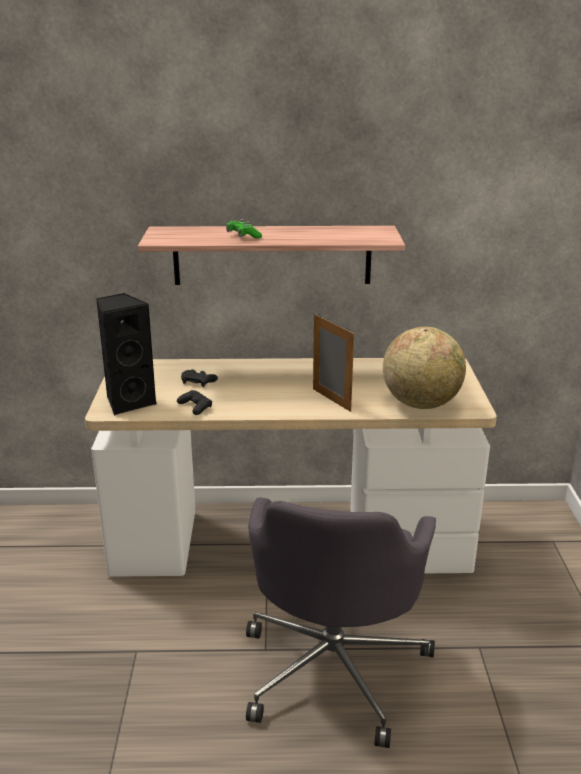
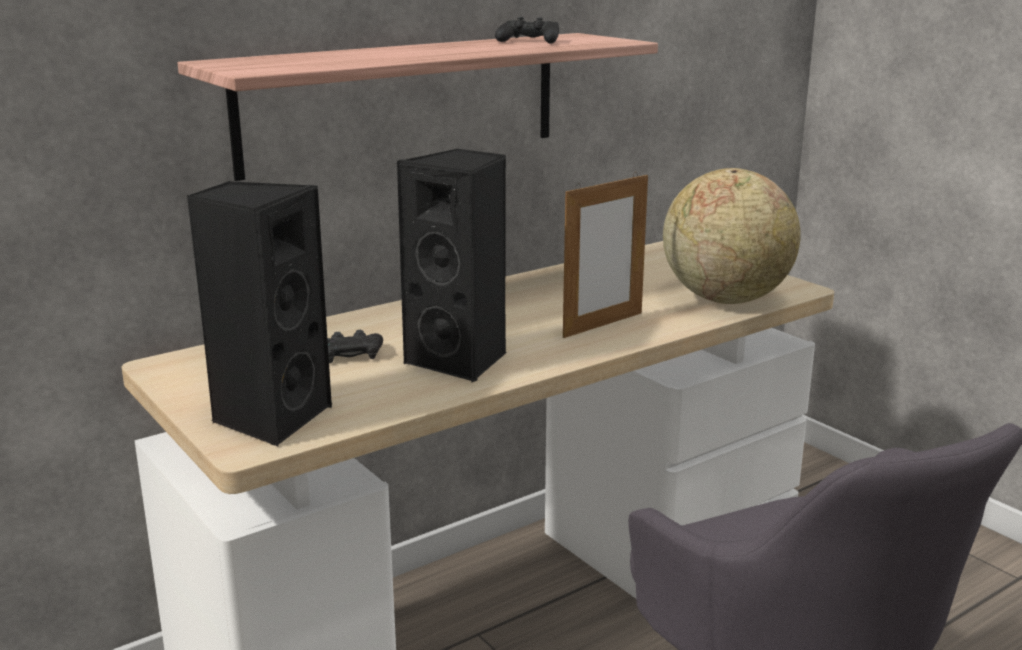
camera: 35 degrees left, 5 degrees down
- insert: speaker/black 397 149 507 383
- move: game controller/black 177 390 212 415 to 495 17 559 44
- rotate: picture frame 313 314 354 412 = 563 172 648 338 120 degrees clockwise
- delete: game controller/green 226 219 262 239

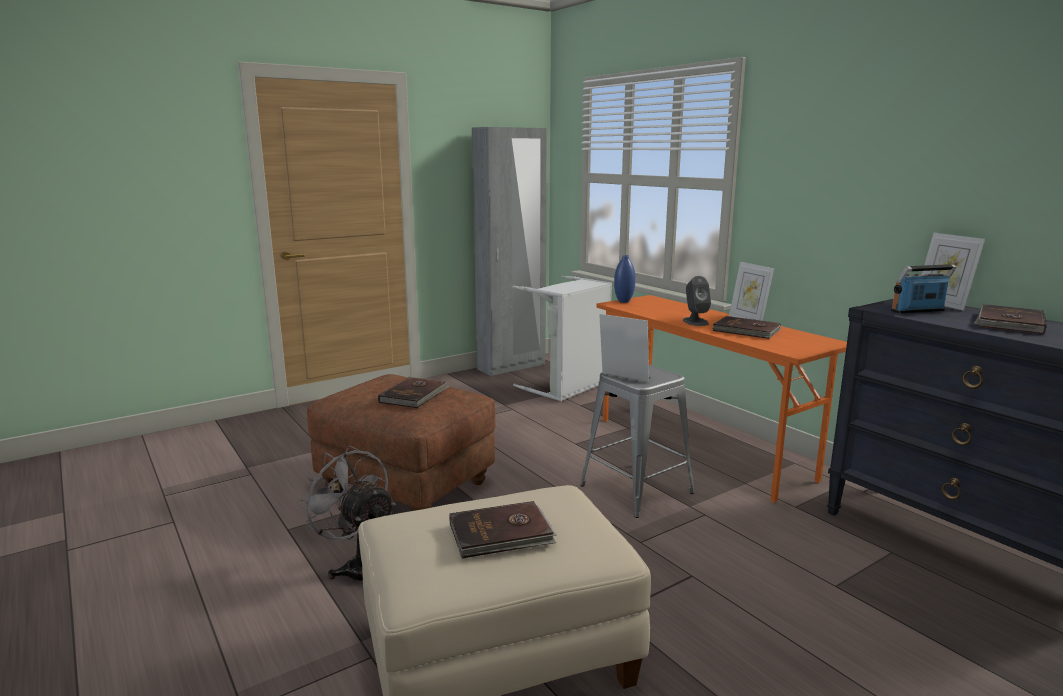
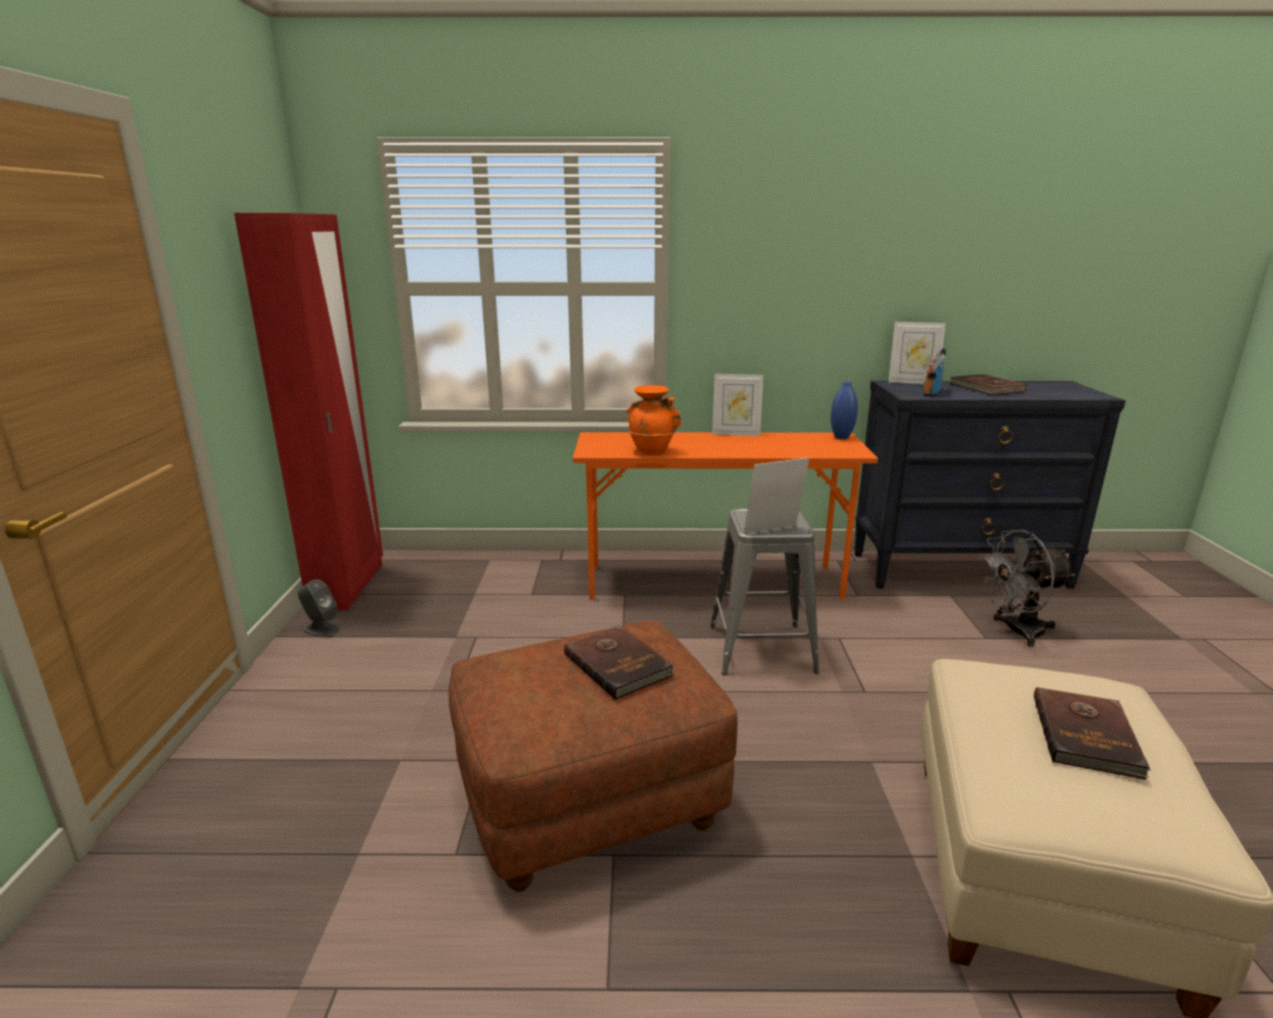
camera: 55 degrees left, 5 degrees up
- recolor: wardrobe/grey 472 127 547 376 to wardrobe/red 234 213 383 610
- move: speaker/grey 683 276 711 326 to 298 579 339 637
- insert: vase/orange 627 385 682 455
- move: vase/blue 614 255 636 303 to 831 381 858 439
- move: fan/grey 297 445 396 581 to 980 530 1075 647
- delete: laundry basket/grey 512 276 612 402
- delete: book/brown 712 316 781 339

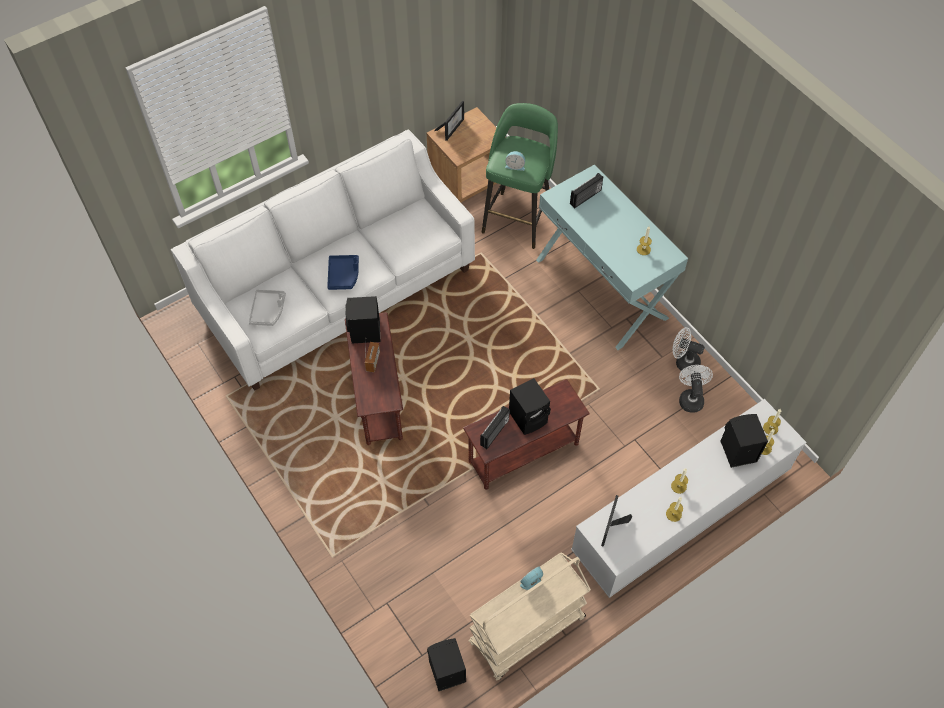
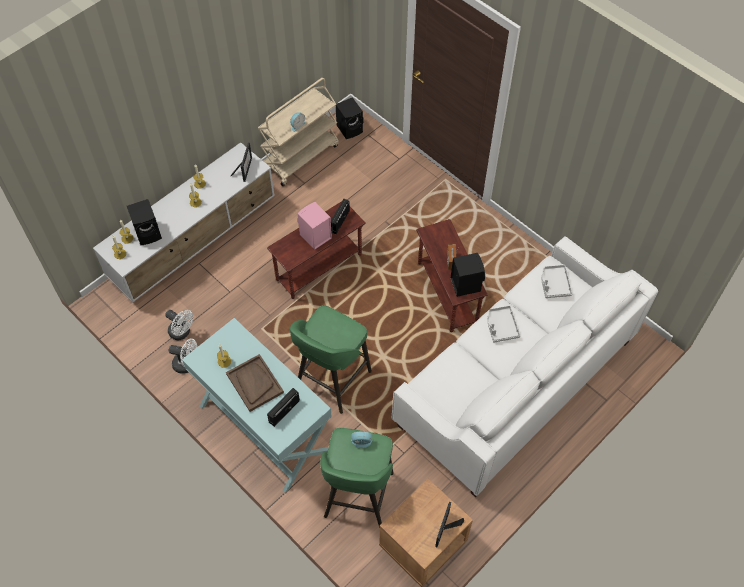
camera: 170 degrees right, 0 degrees up
- rotate: fan/white 679 365 713 413 = 165 310 194 340 45 degrees counterclockwise
- insert: tray/brown 226 354 284 412
- insert: stool/green 290 305 372 414
- recolor: speaker/black 509 378 551 435 to speaker/pink 297 202 332 250
- recolor: tray/blue 327 255 359 290 to tray/grey 488 305 520 342

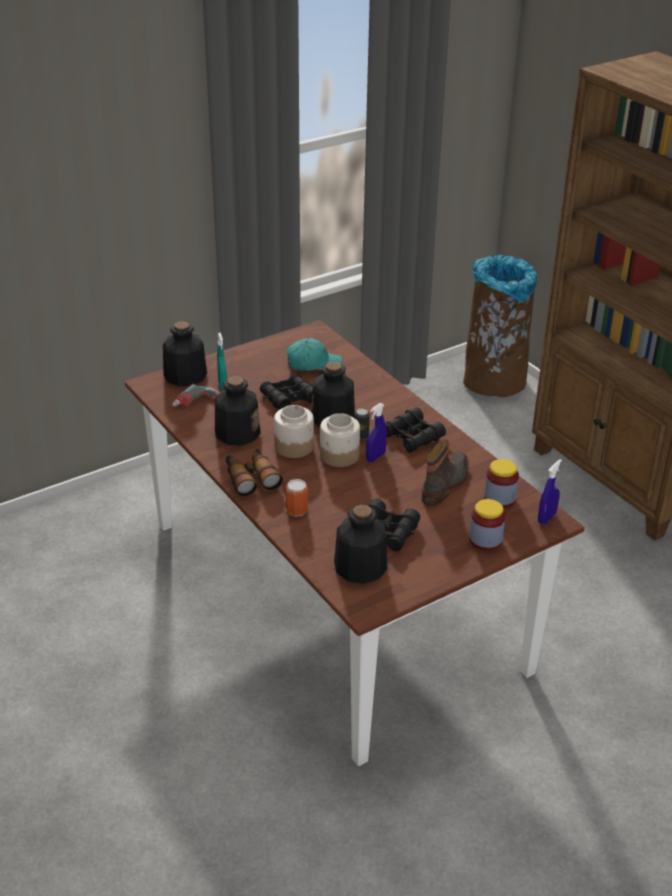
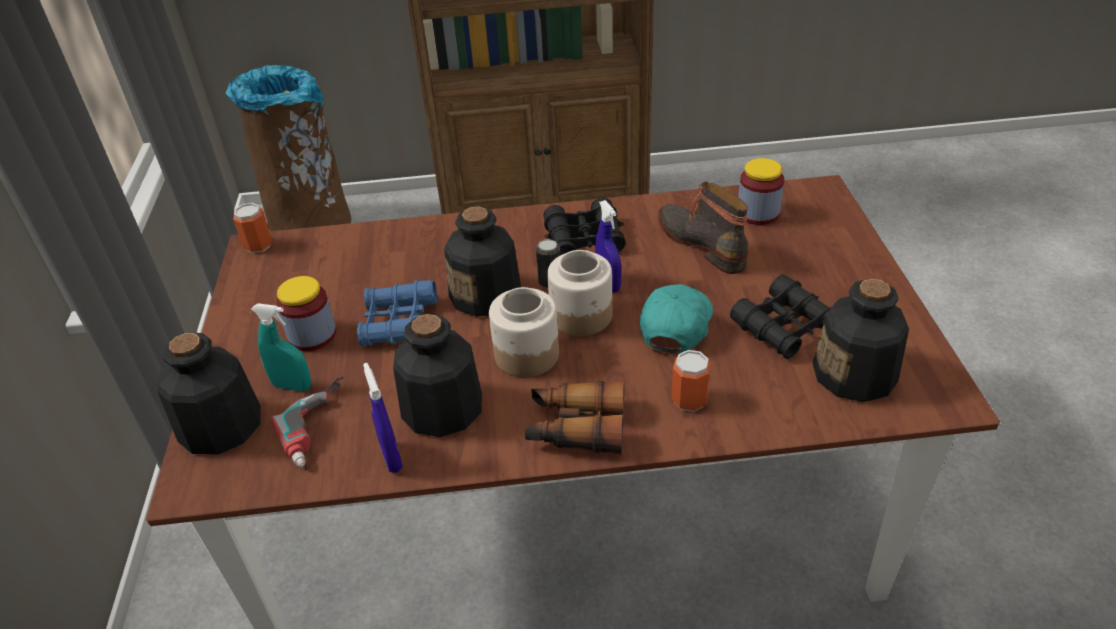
camera: 60 degrees left, 5 degrees up
- insert: can 233 203 272 253
- move: jar 469 499 505 551 to 276 276 336 351
- recolor: binoculars/black 260 373 313 410 to binoculars/blue 357 280 437 346
- move: spray bottle/blue 538 459 562 524 to 363 363 403 473
- move: cap/turquoise 287 338 342 371 to 640 284 713 353

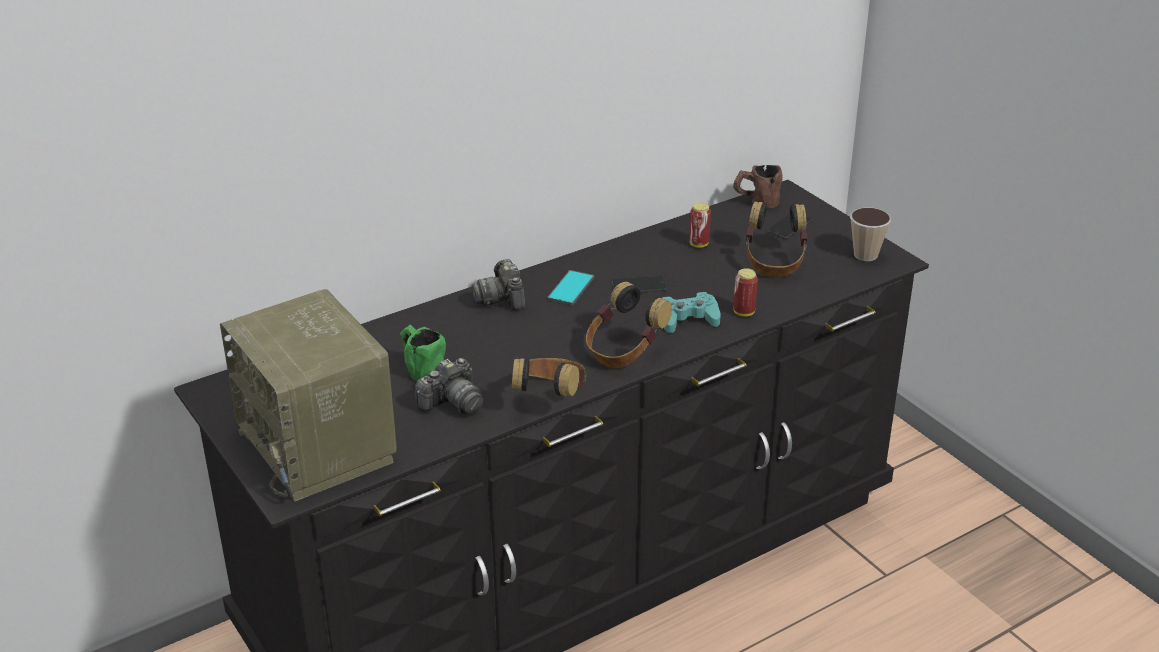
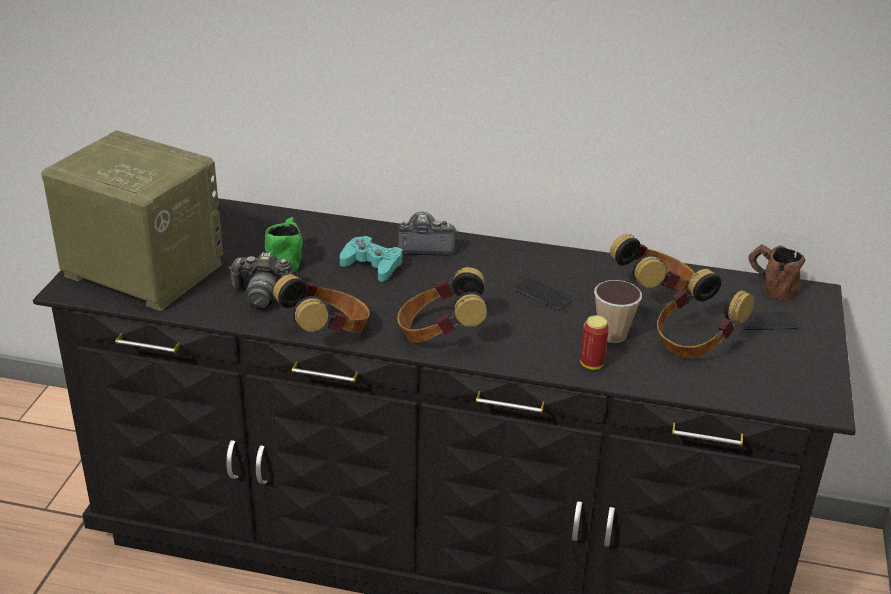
camera: 45 degrees right, 0 degrees up
- rotate: radio 220 289 397 502 = 41 130 223 311 105 degrees clockwise
- move: game controller/turquoise 662 292 721 333 to 340 236 403 282
- rotate: photo camera 472 259 526 311 = 398 212 458 256 60 degrees clockwise
- move: cup 850 207 891 261 to 594 280 642 343
- replace: can 689 202 711 248 to headphones 610 234 695 293
- delete: phone 547 270 594 306

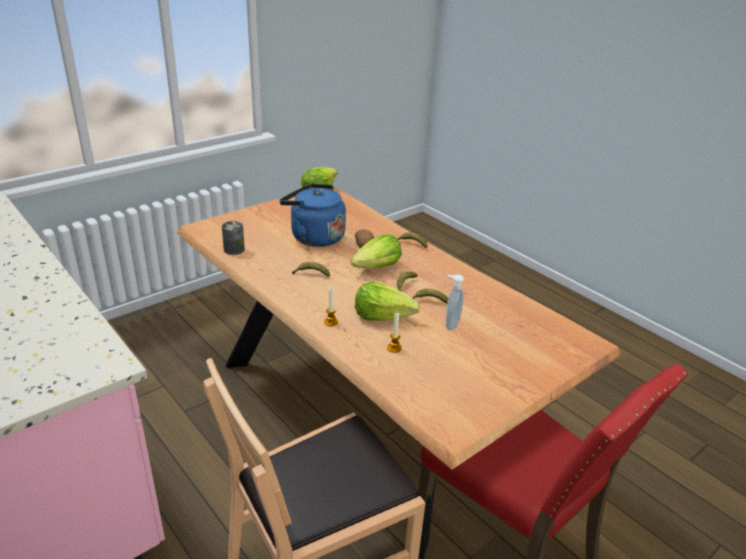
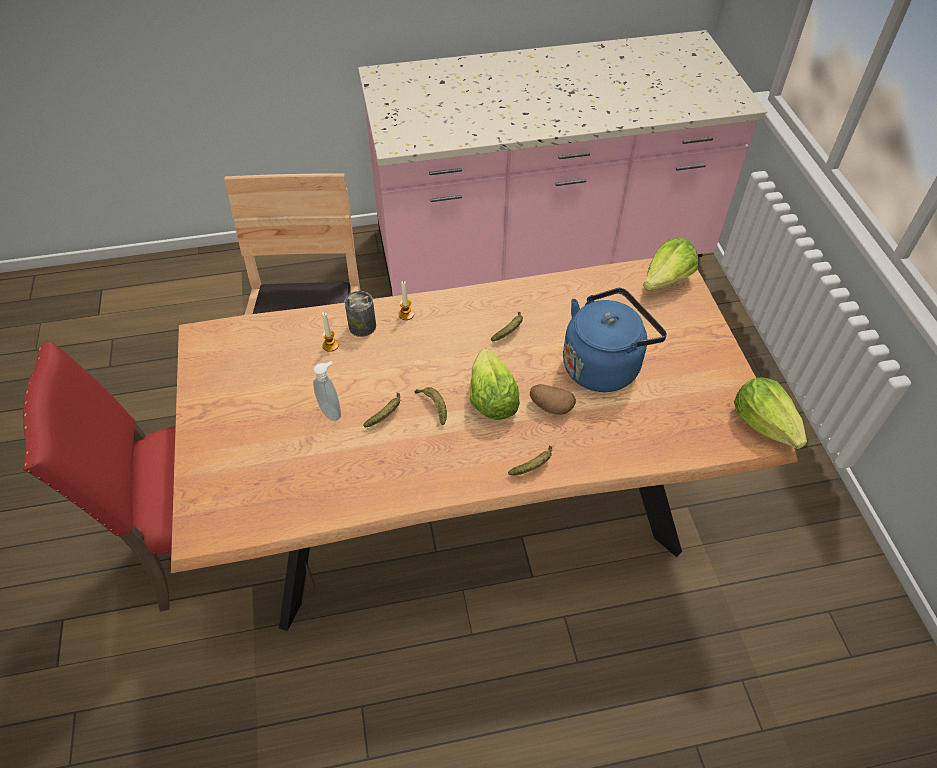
camera: 120 degrees right, 20 degrees up
- move: can 222 221 245 255 to 345 291 376 337
- move: lettuce 355 282 420 321 to 643 238 698 290

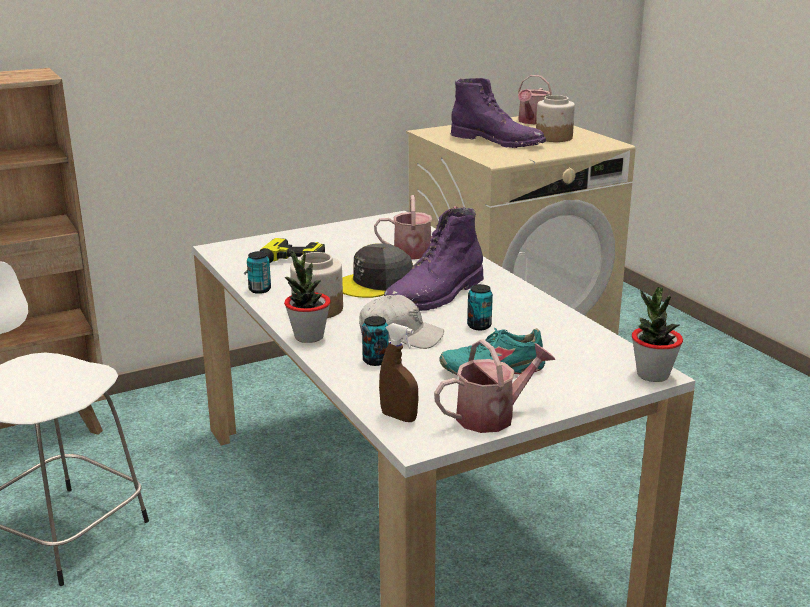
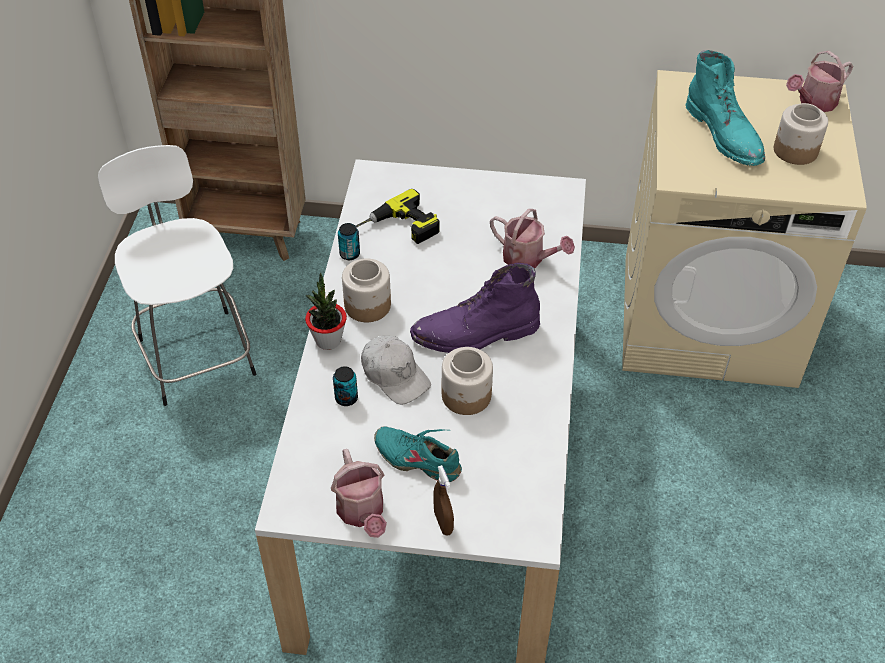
camera: 35 degrees right, 25 degrees up
- rotate: watering can 434 339 556 433 = 331 449 387 538 60 degrees clockwise
- move: spray bottle/brown 379 323 418 422 to 433 465 454 536
- replace: can 467 284 493 330 to jar 442 347 493 415
- recolor: boot/purple 451 78 546 148 to boot/turquoise 685 50 765 166
- delete: cap/grey 342 243 413 298
- delete: potted plant 632 287 683 382

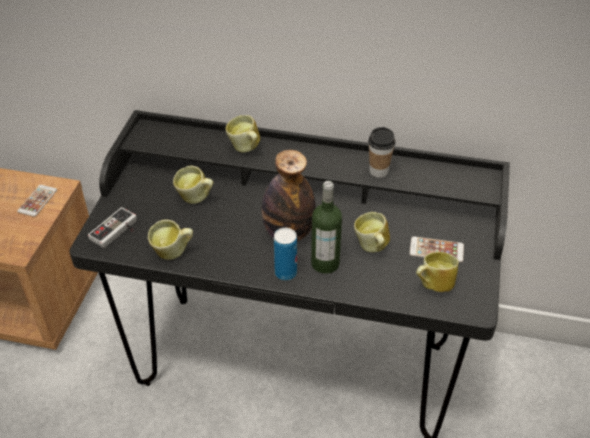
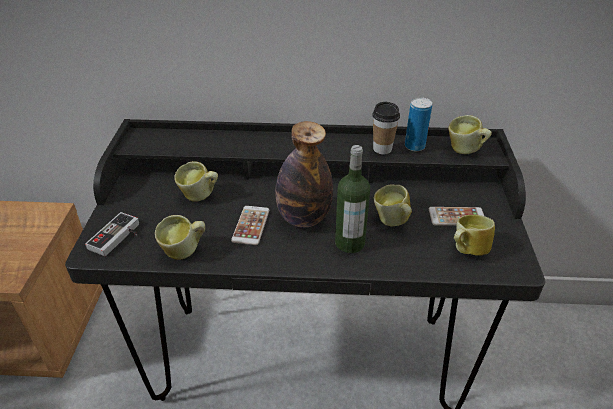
camera: 10 degrees left, 5 degrees down
- move: phone 17 185 57 217 to 231 206 269 245
- move: can 274 228 297 281 to 405 97 432 151
- move: mug 225 115 260 153 to 448 115 492 154

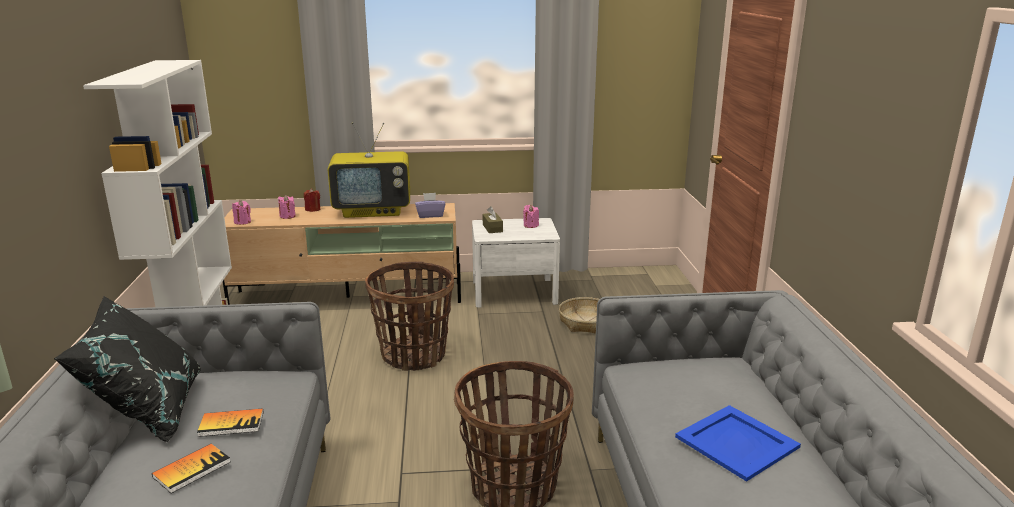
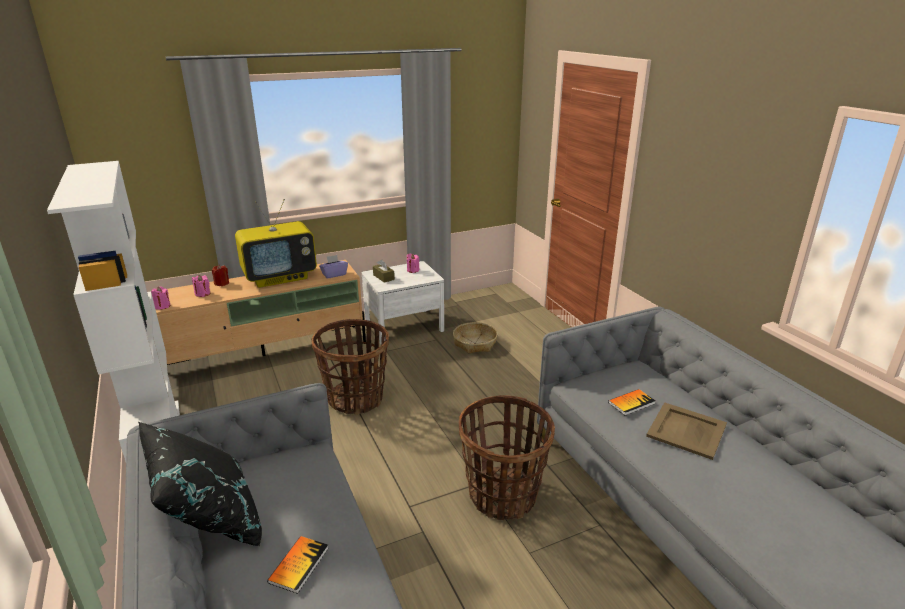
camera: 20 degrees left, 5 degrees up
- move: book 197 408 263 437 to 608 389 656 416
- recolor: tray/blue 675 405 801 482 to tray/beige 646 402 727 460

